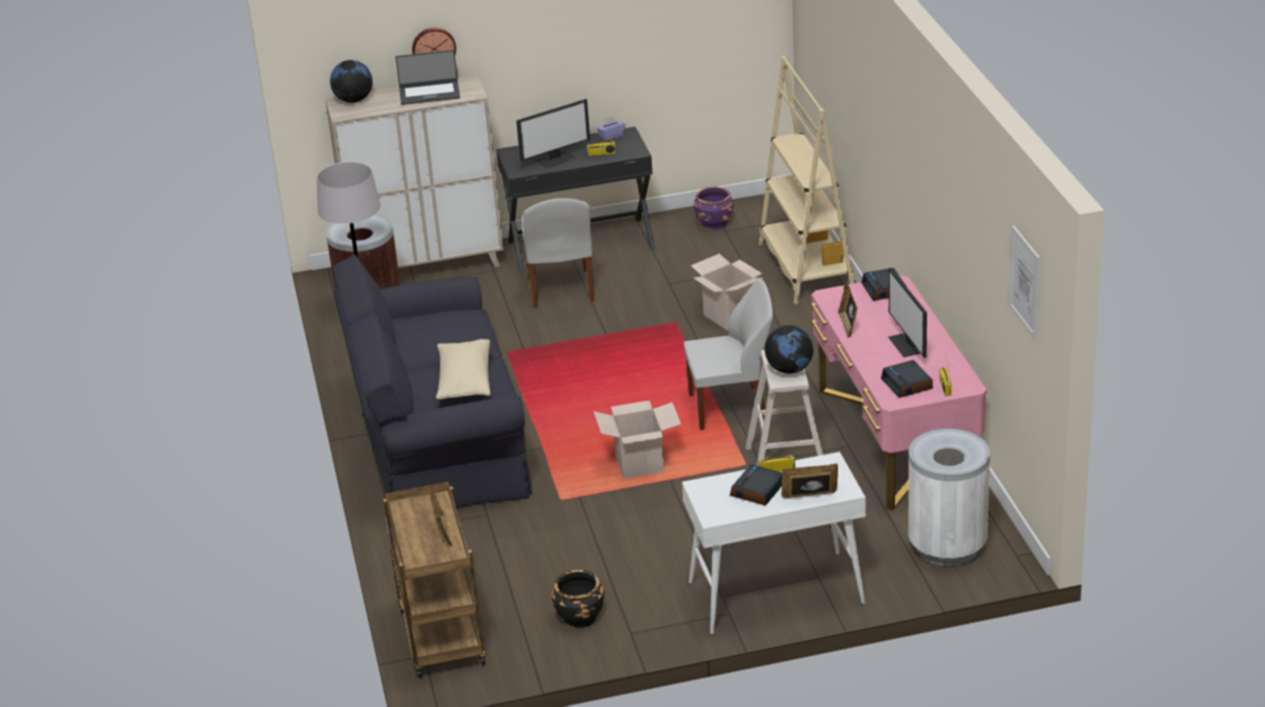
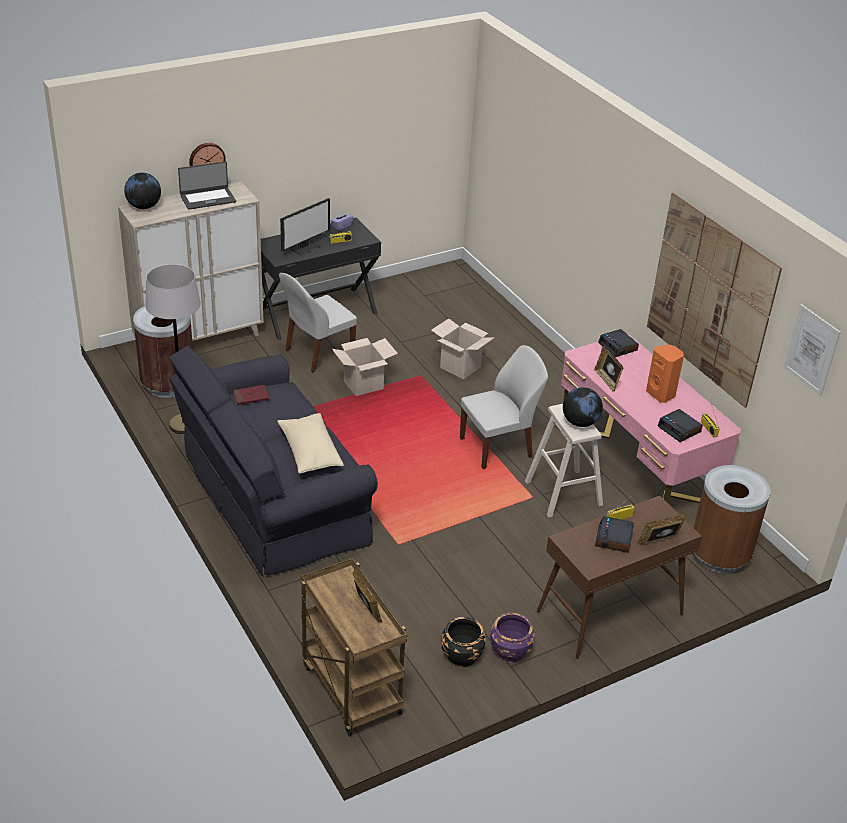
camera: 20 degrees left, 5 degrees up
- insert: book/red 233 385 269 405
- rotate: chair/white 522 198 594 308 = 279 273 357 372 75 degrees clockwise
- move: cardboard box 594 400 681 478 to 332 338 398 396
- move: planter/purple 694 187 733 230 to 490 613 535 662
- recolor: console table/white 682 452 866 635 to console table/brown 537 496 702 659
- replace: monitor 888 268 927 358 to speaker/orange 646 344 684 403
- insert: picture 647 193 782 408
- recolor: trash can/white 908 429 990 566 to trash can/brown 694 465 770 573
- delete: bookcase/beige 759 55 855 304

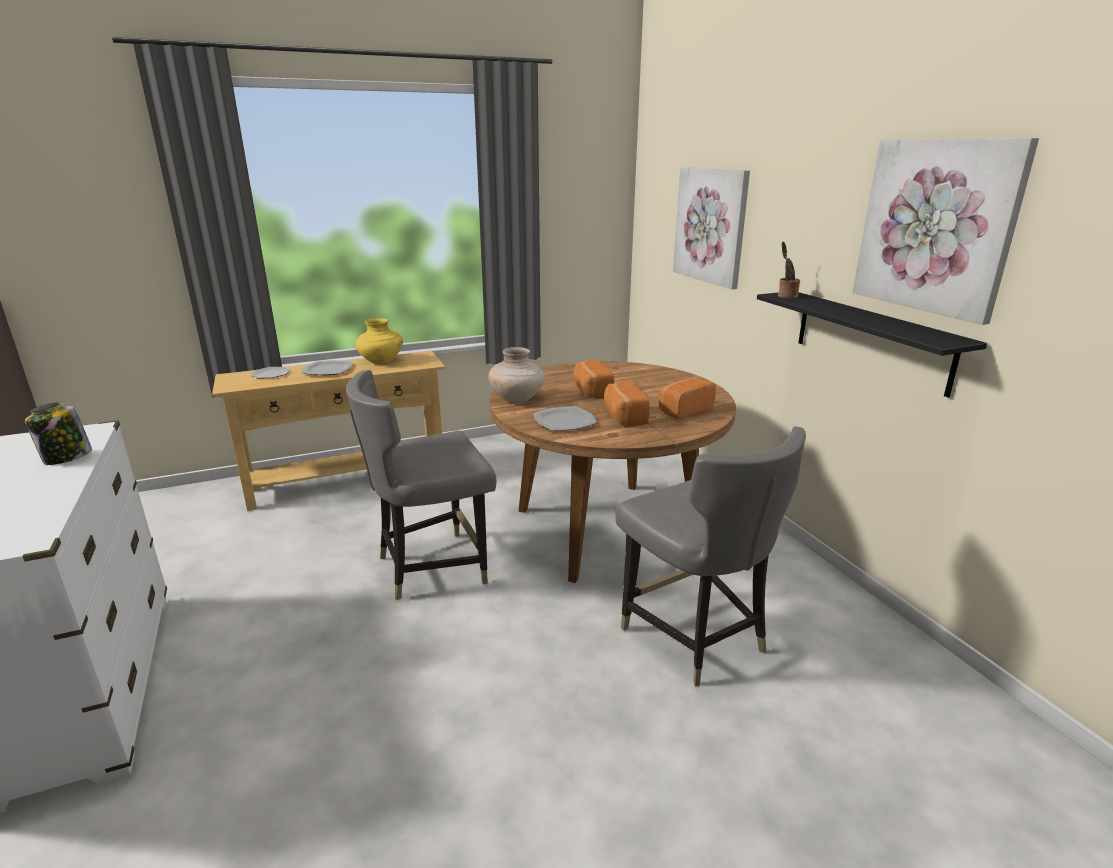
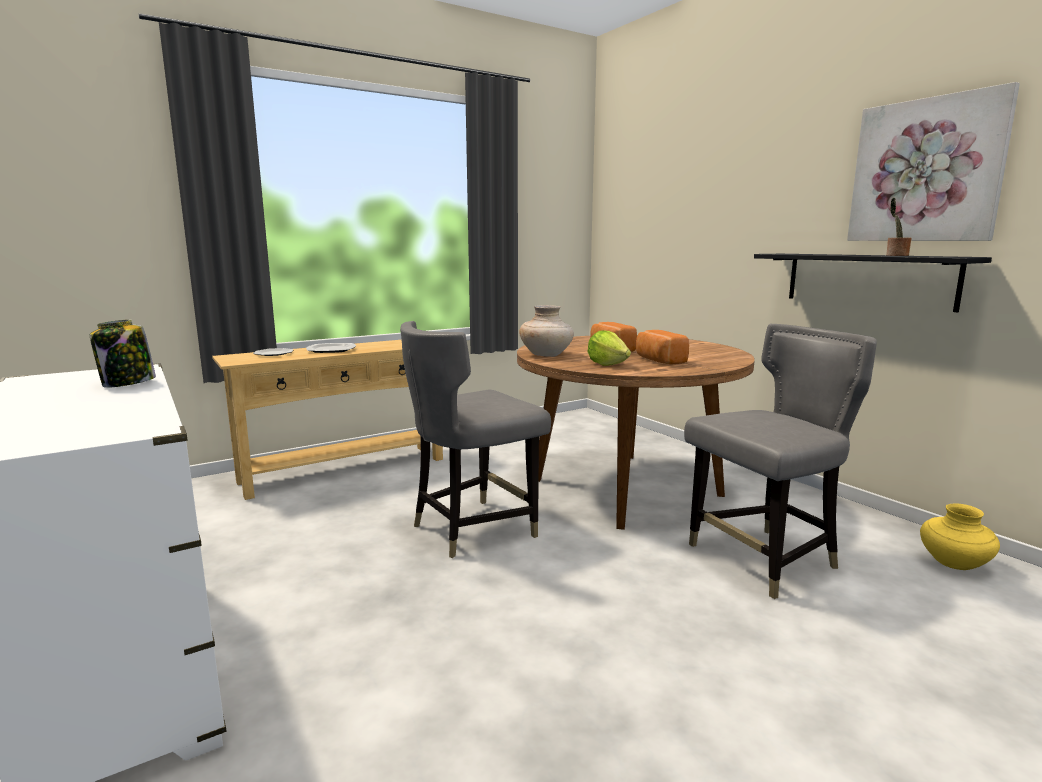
camera: 10 degrees left, 10 degrees down
- replace: plate 533 406 597 431 to lettuce 587 330 631 366
- rotate: chair/grey 615 426 806 686 = 684 324 877 599 75 degrees counterclockwise
- move: potted plant 778 242 800 299 to 886 197 912 256
- move: vase/yellow 355 318 403 364 to 920 503 1000 570
- delete: bread 658 378 716 419
- delete: picture 673 167 750 289

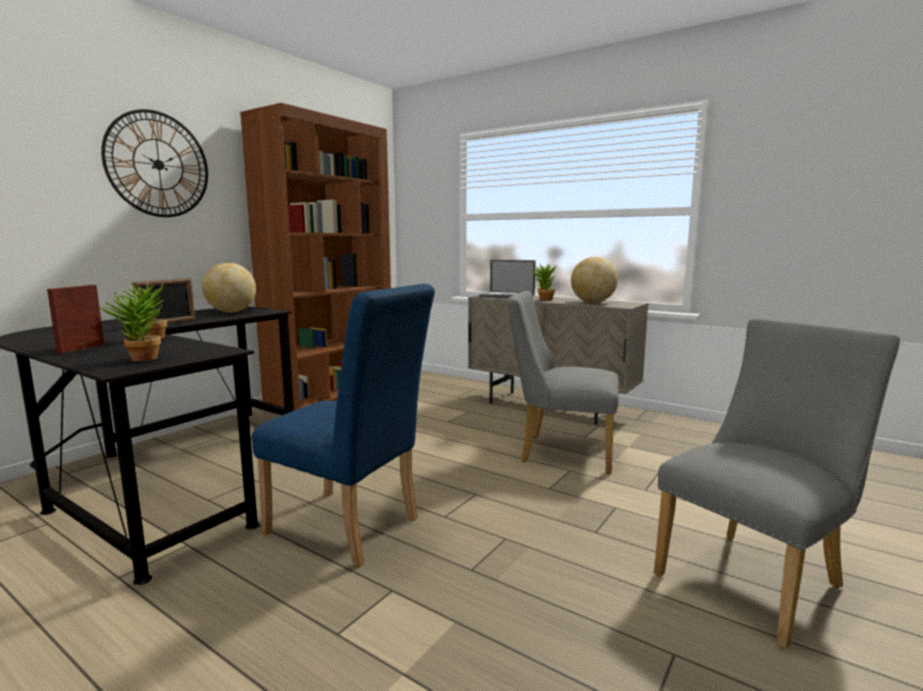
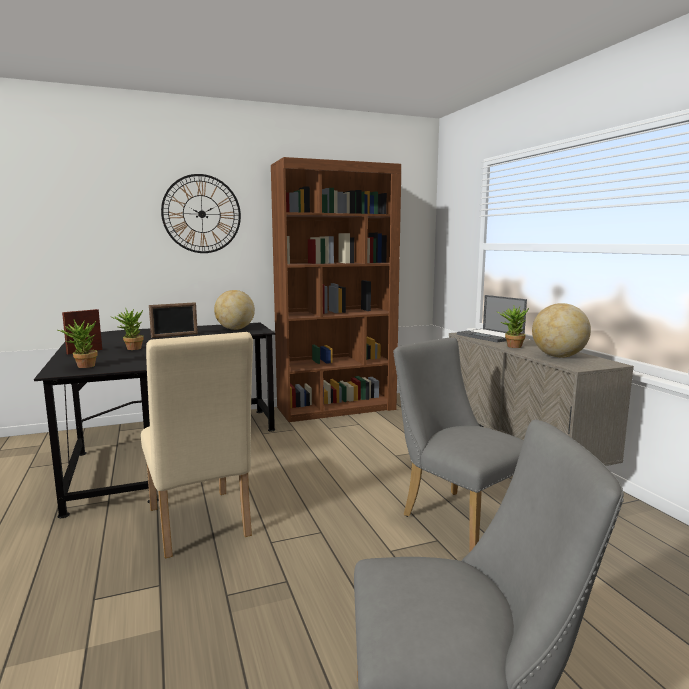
camera: 35 degrees right, 0 degrees up
- recolor: chair/blue 252 284 435 568 to chair/beige 141 332 253 559

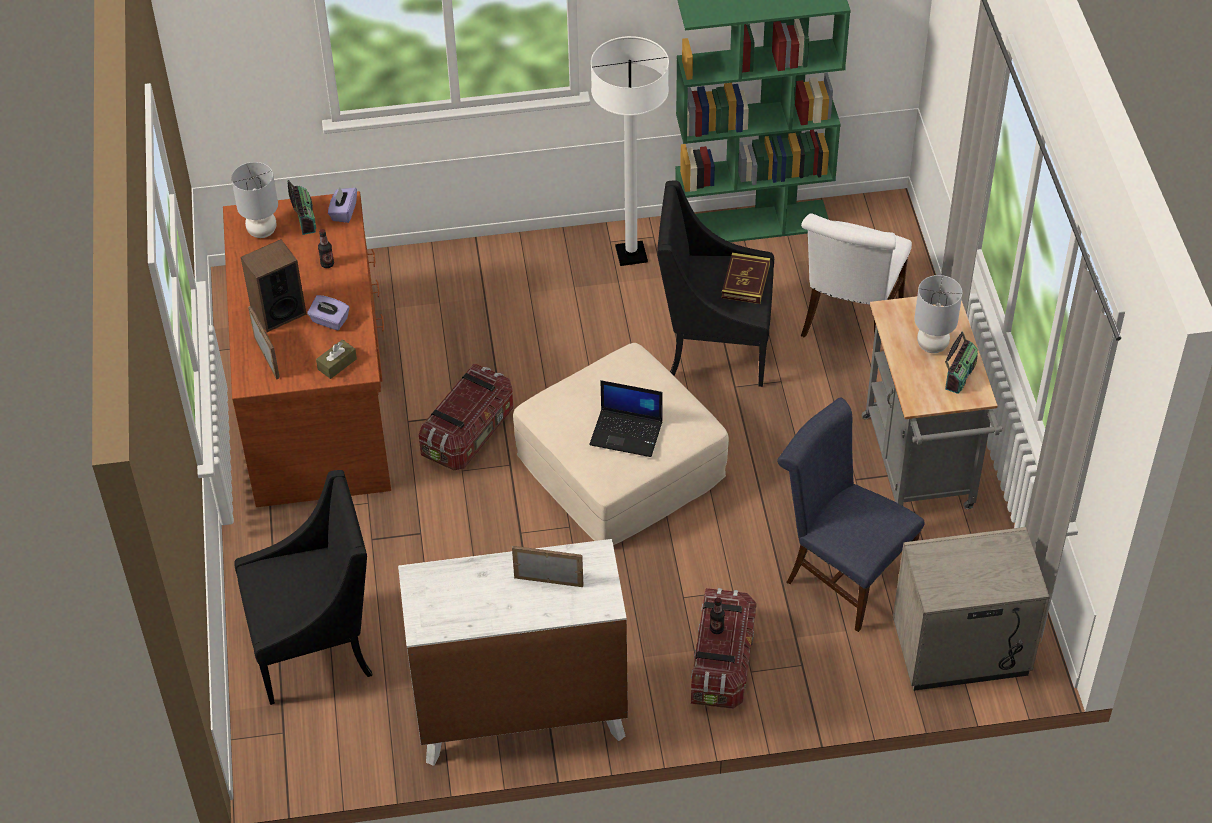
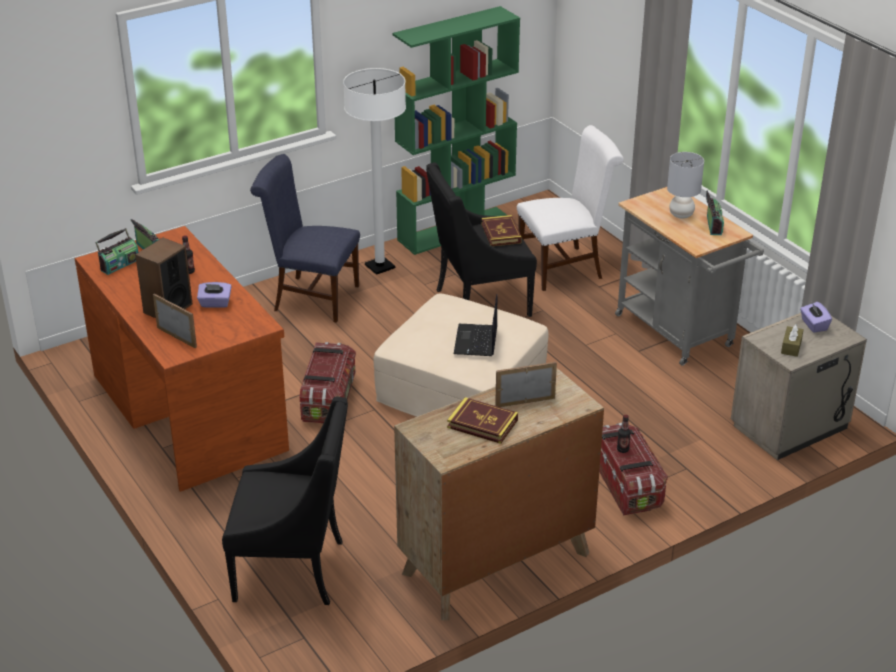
camera: 25 degrees left, 15 degrees down
- replace: table lamp/grey 231 162 278 238 to radio 95 228 139 275
- rotate: armchair/black 234 470 373 705 = 222 396 348 605 45 degrees clockwise
- move: chair/blue 777 397 924 632 to 250 154 360 322
- recolor: dresser/white 398 539 628 766 to dresser/brown 394 368 604 620
- insert: book 447 397 518 444
- rotate: laptop 589 380 662 457 = 454 294 497 356 105 degrees clockwise
- rotate: chair/white 801 213 912 338 = 517 125 624 291 105 degrees counterclockwise
- move: tissue box/brown 316 339 357 379 to 781 324 804 357
- move: tissue box/purple 328 187 357 223 to 800 302 832 333

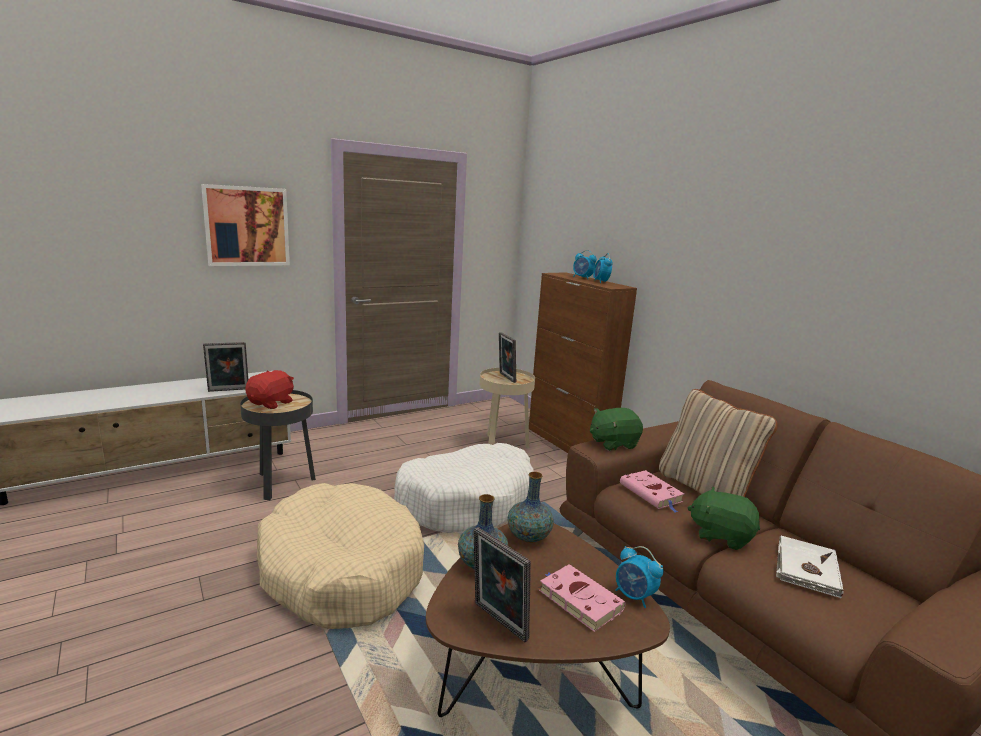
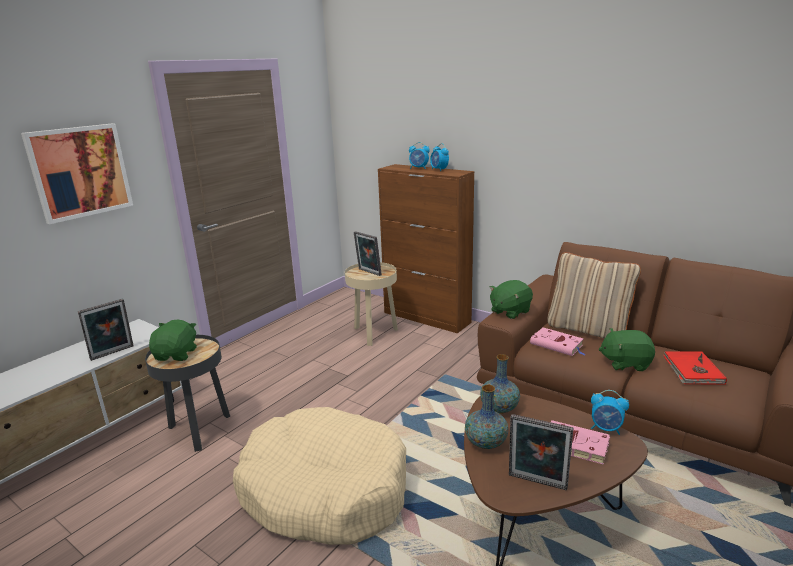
camera: 20 degrees left, 5 degrees up
- recolor: plush toy/red 245 370 294 409 to plush toy/green 149 320 197 361
- recolor: book/white 776 536 843 598 to book/red 664 351 727 385
- delete: dog bed/white 394 443 534 533

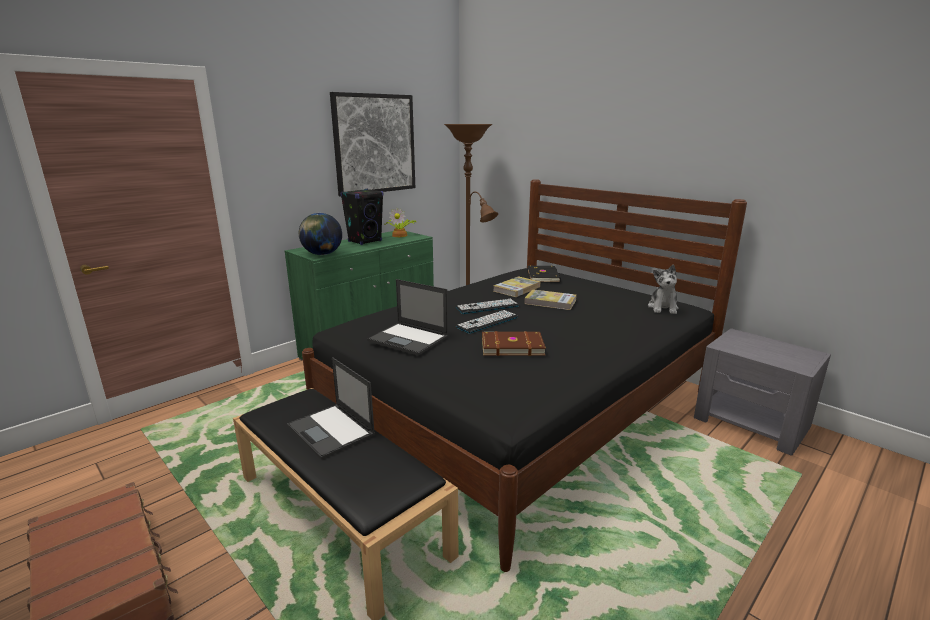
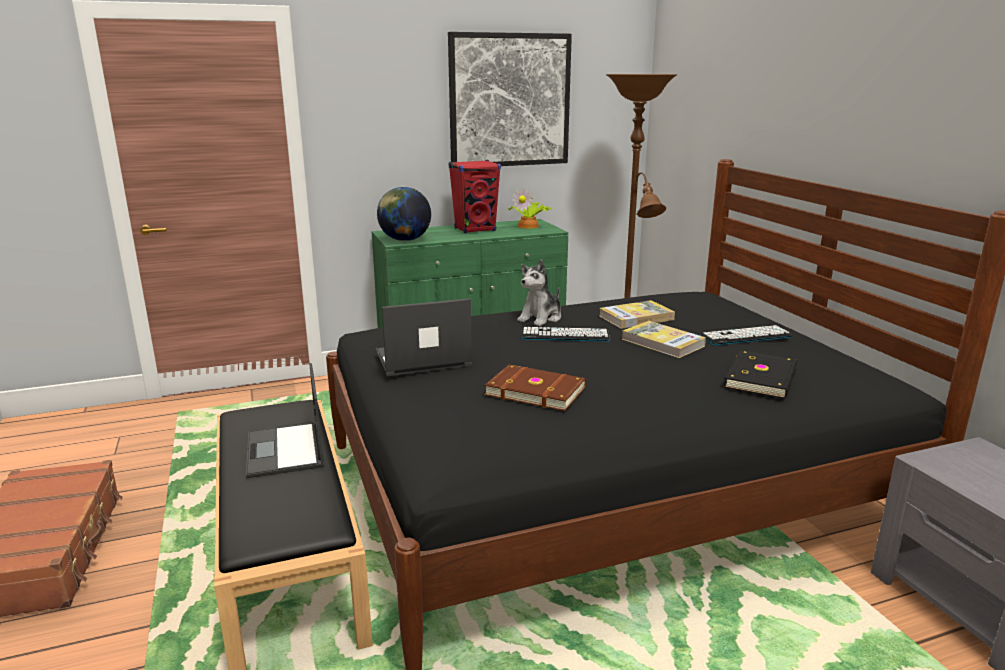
camera: 25 degrees right, 0 degrees up
- rotate: laptop 367 279 449 356 = 376 298 472 376 105 degrees clockwise
- recolor: speaker/black 340 189 384 245 to speaker/red 449 160 501 233
- move: plush toy 648 265 679 314 to 517 260 561 326
- move: keyboard 456 310 518 334 to 701 325 792 345
- move: book/black 527 266 561 283 to 724 350 797 399

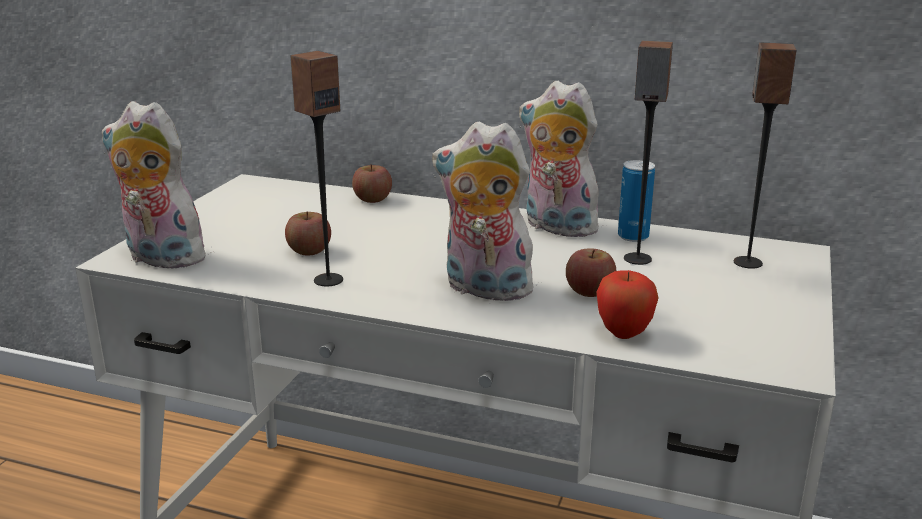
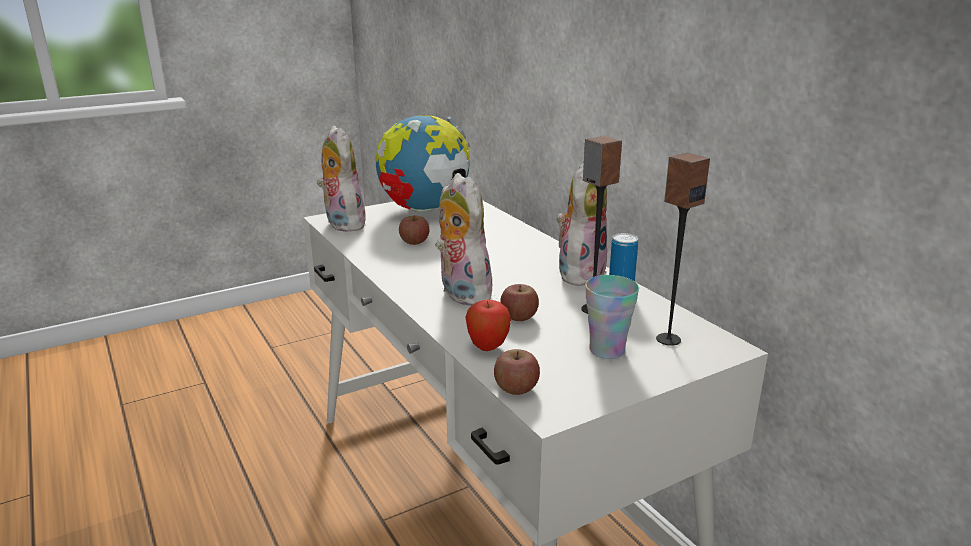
camera: 40 degrees right, 0 degrees up
- insert: globe 376 115 470 213
- move: apple 352 164 392 203 to 494 349 540 395
- rotate: plush toy 519 81 602 237 = 556 163 607 287 45 degrees clockwise
- insert: cup 585 275 639 359
- delete: speaker 290 51 343 286

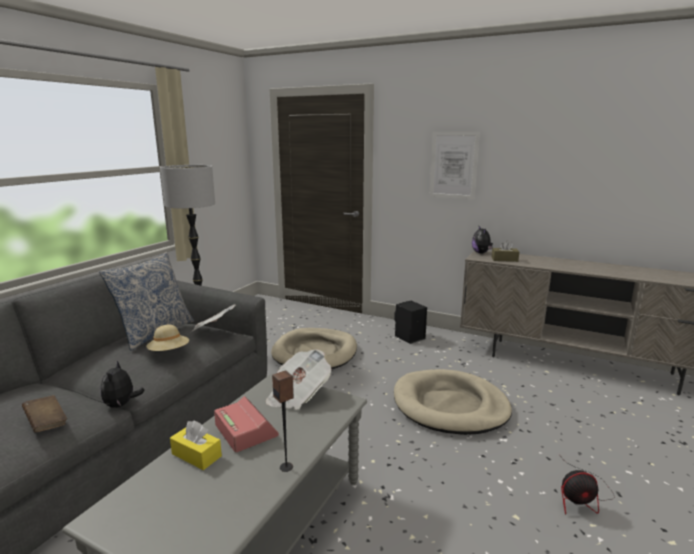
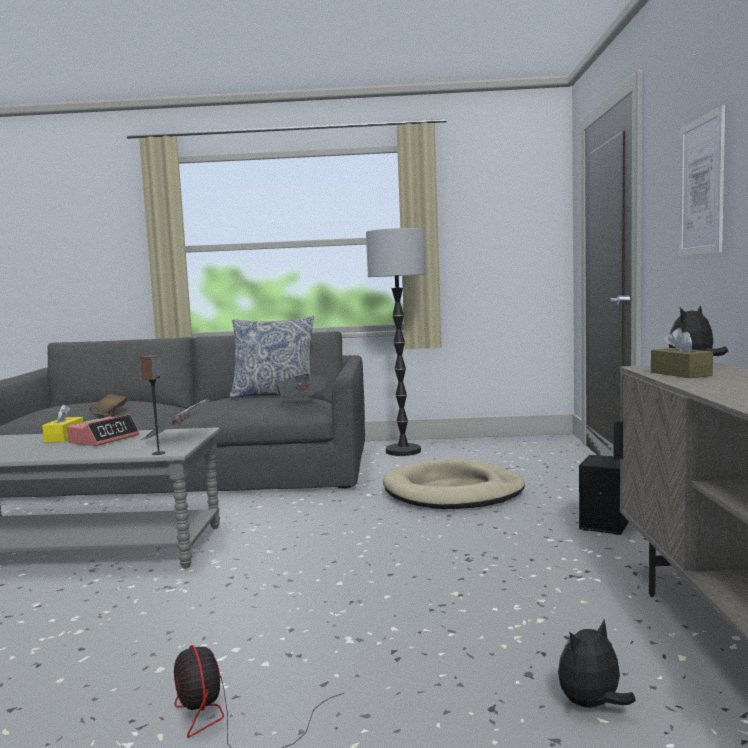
camera: 65 degrees right, 10 degrees down
- move: speaker 272 371 294 472 to 141 355 165 455
- move: plush toy 101 361 145 408 to 558 620 636 708
- delete: hat/beige 146 325 189 351
- delete: dog bed/beige 394 369 512 435

